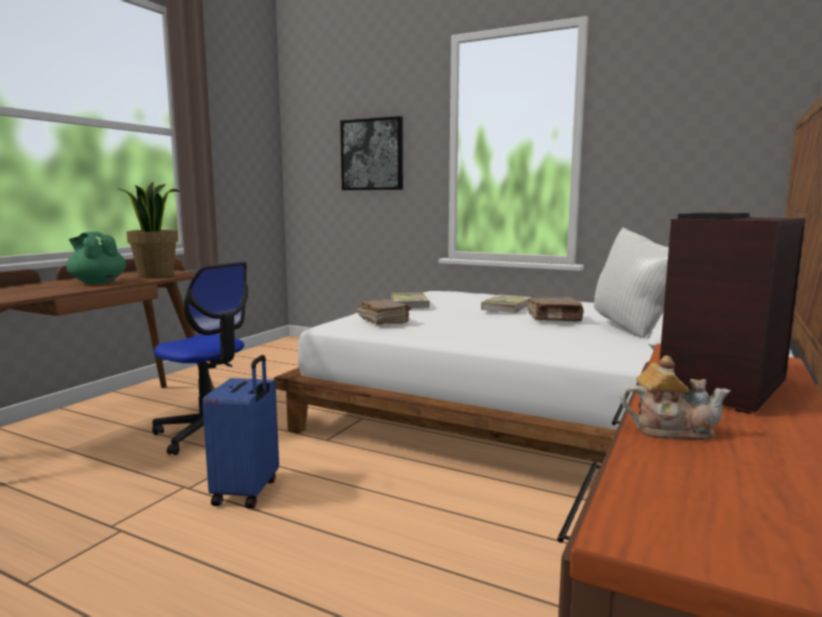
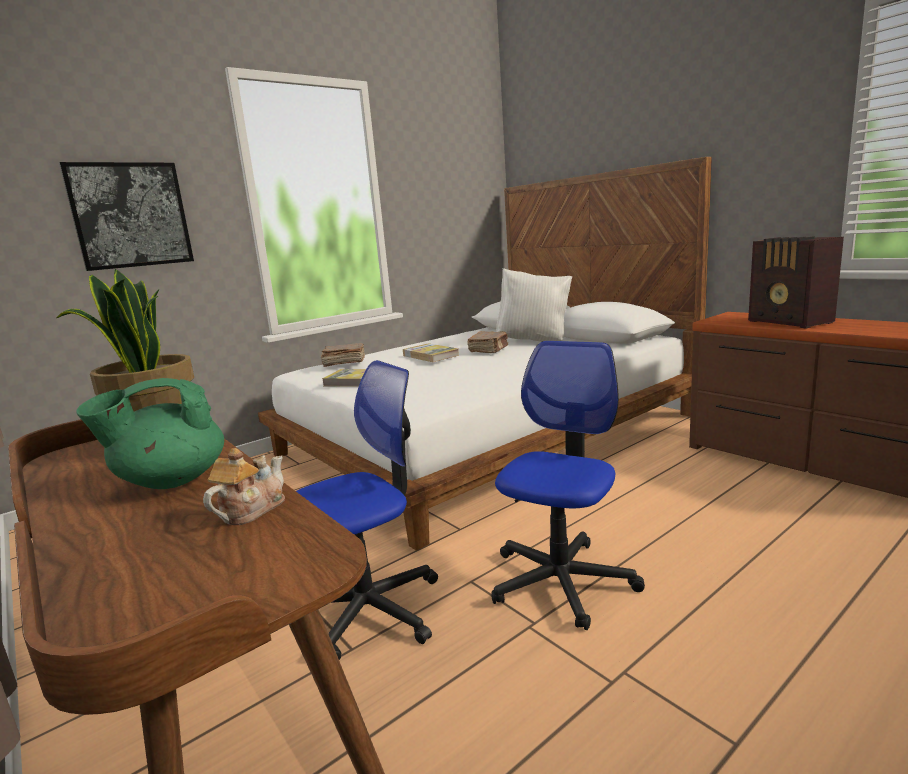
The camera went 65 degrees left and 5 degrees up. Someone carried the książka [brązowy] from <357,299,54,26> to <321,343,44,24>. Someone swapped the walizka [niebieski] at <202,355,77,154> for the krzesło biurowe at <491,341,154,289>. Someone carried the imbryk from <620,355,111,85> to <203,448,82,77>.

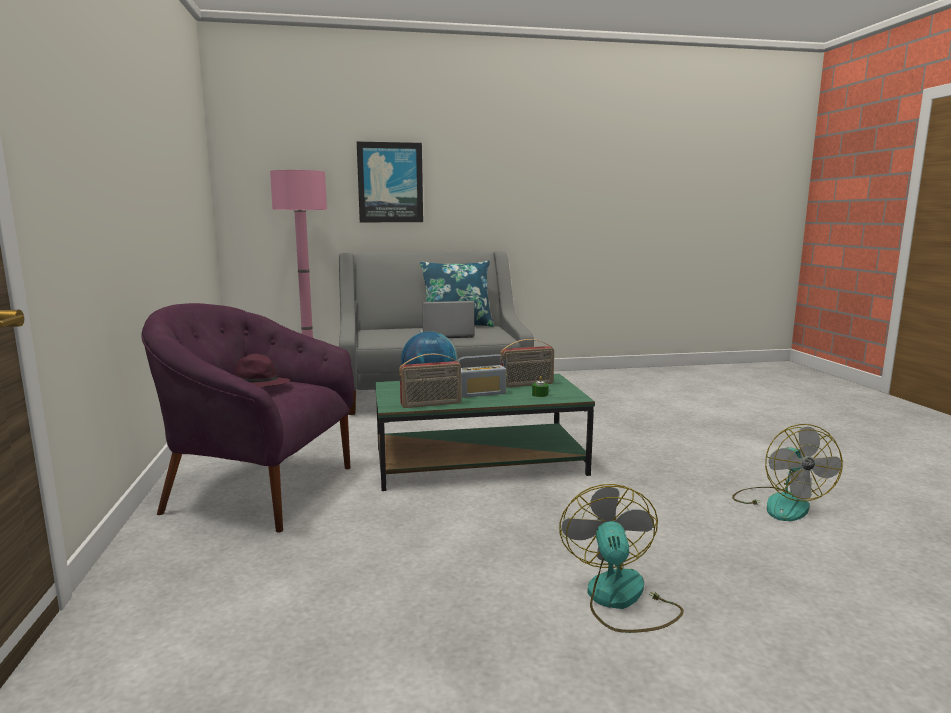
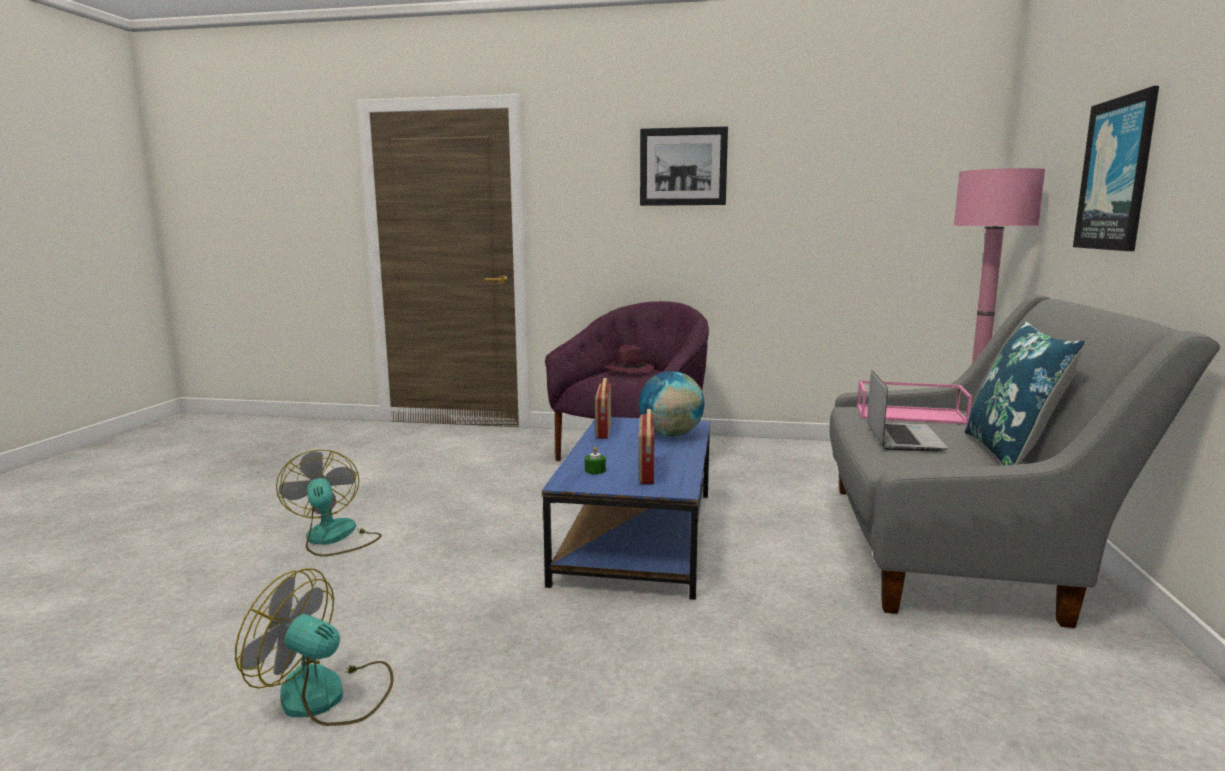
The camera went 110 degrees right and 0 degrees up. Someone took away the radio at <457,354,50,44>. Someone repainted the ława [zielony] at <375,374,220,117>, which became the ława [niebieski] at <542,417,168,183>. Someone rotated the wentylator at <559,484,125,149> by 135 degrees counterclockwise. Someone put up the obraz at <640,126,88,80>. Someone put down the taca [różowy] at <857,381,115,43>.

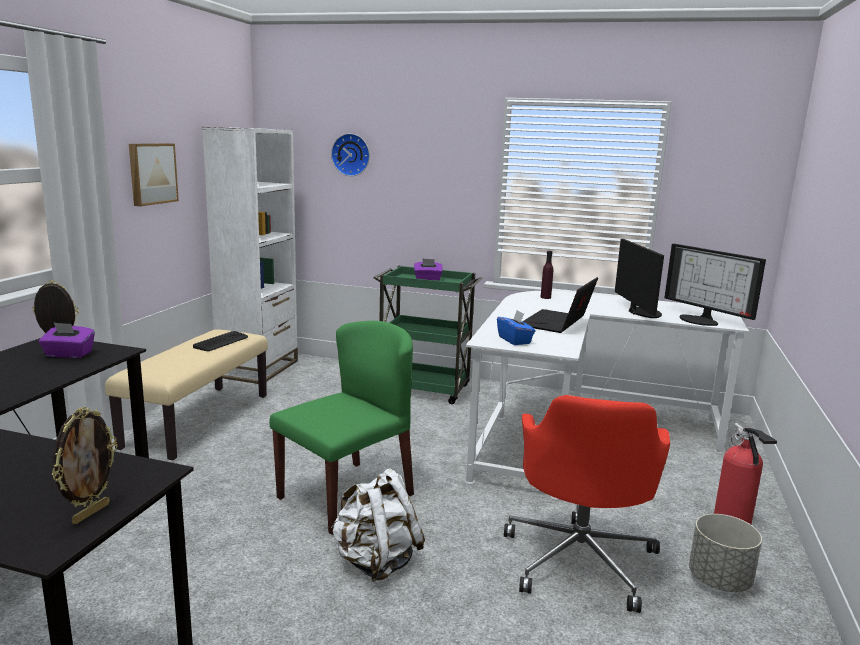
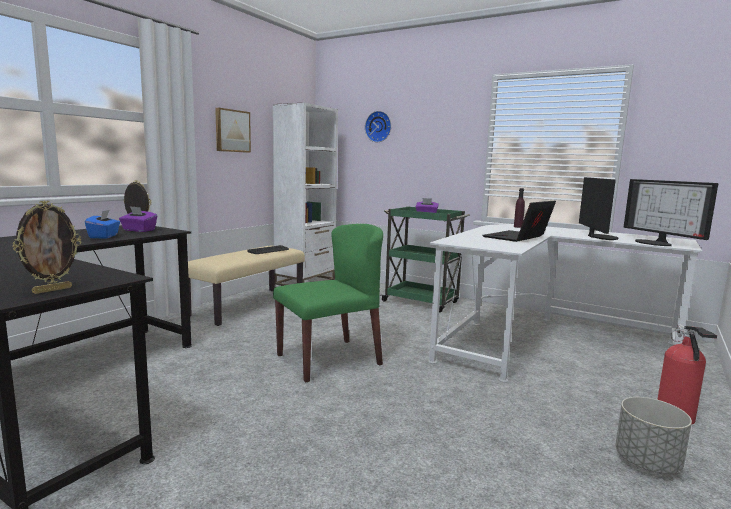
The camera went 15 degrees right and 5 degrees down. Someone carried the pudełko chusteczek [niebieski] from <497,310,38,35> to <85,210,35,28>. Someone took away the krzesło biurowe [czerwony] at <504,395,166,218>. Someone took away the plecak [biały] at <331,468,94,114>.

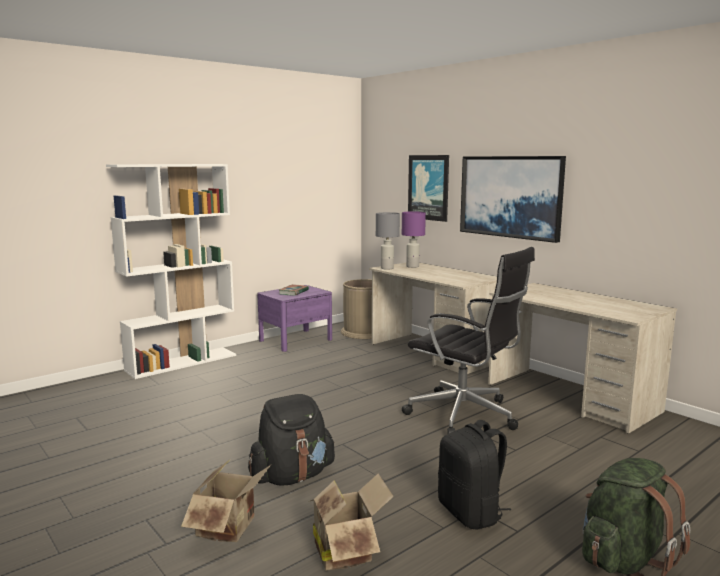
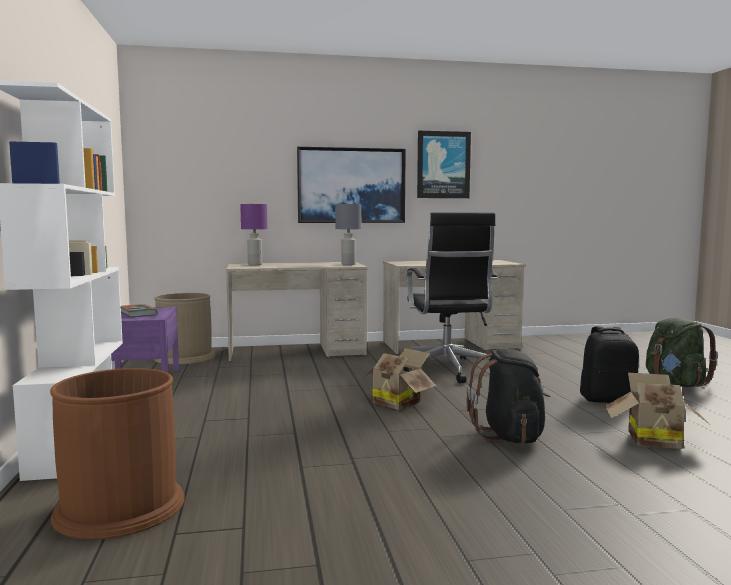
The camera went 60 degrees left and 5 degrees down. Someone carried the obraz from <408,155,41,67> to <417,131,54,67>. Someone carried the lampa stołowa [szary] from <376,212,24,57> to <335,204,26,61>. Someone rotated the krzesło biurowe [czarny] at <402,247,133,187> by 105 degrees clockwise. Someone carried the karton from <181,460,90,82> to <358,348,78,62>. Someone put down the kosz na śmieci [brązowy] at <50,368,135,172>.

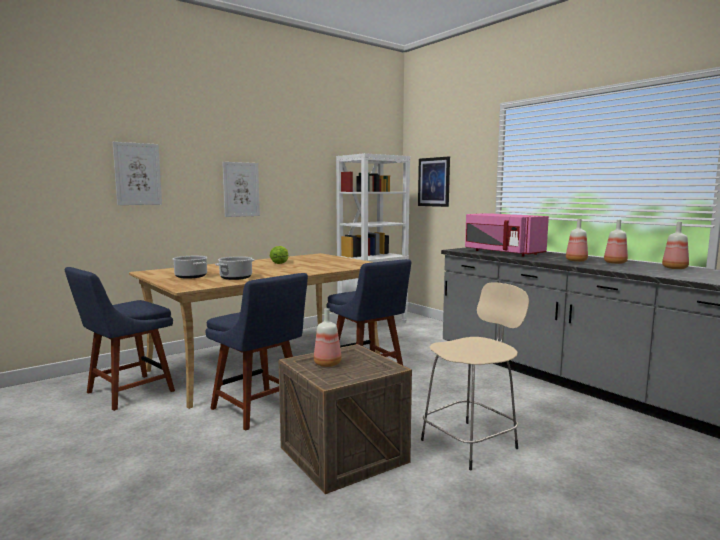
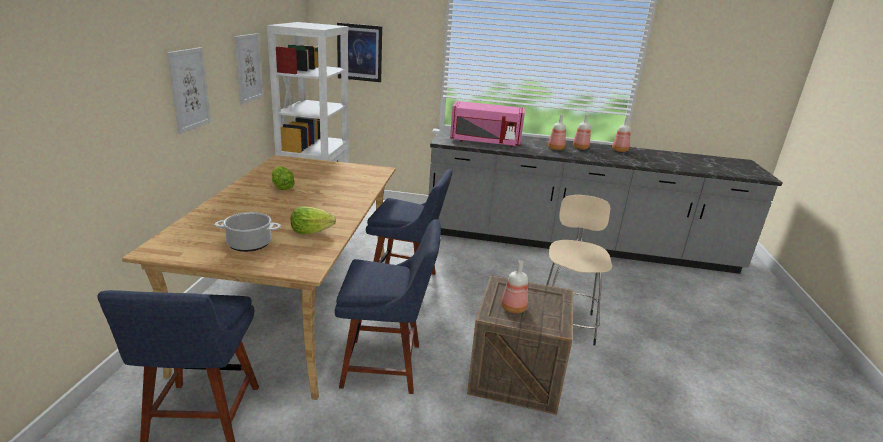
The camera went 45 degrees left and 15 degrees up. Someone carried the obraz from <113,142,49,63> to <234,33,29,72>. Someone swapped the garnek at <215,256,40,24> for the sałata at <291,206,45,28>.

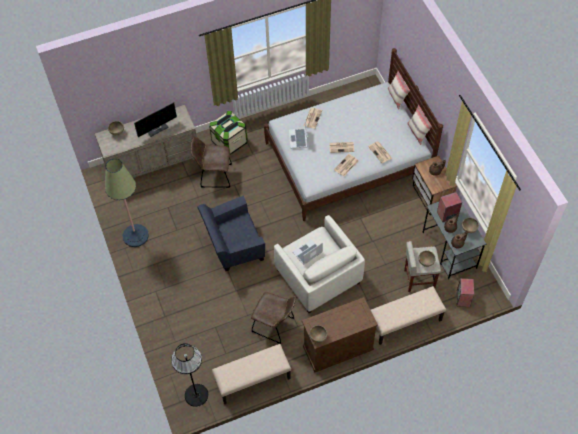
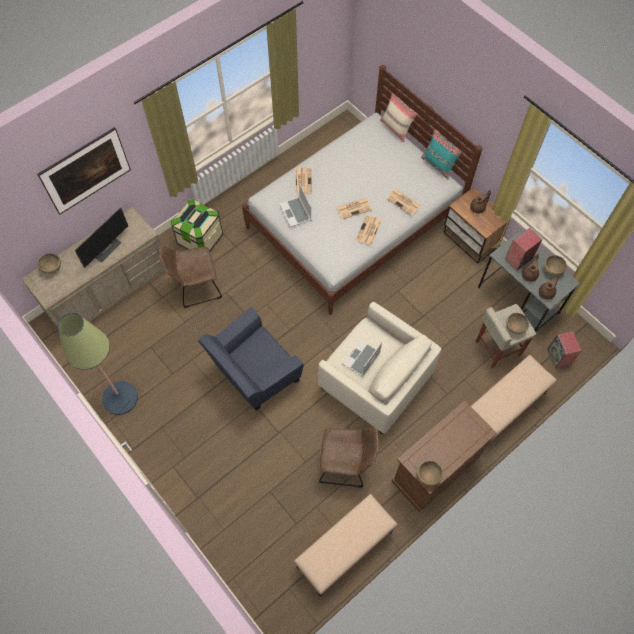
The camera went 20 degrees left and 5 degrees up. Someone repainted the poduszka [beżowy] at <407,104,25,41>, which became the poduszka [turkusowy] at <421,128,42,52>. Someone took away the lampa stojąca [czarny] at <171,343,37,64>. Someone put up the obraz at <37,127,94,88>.

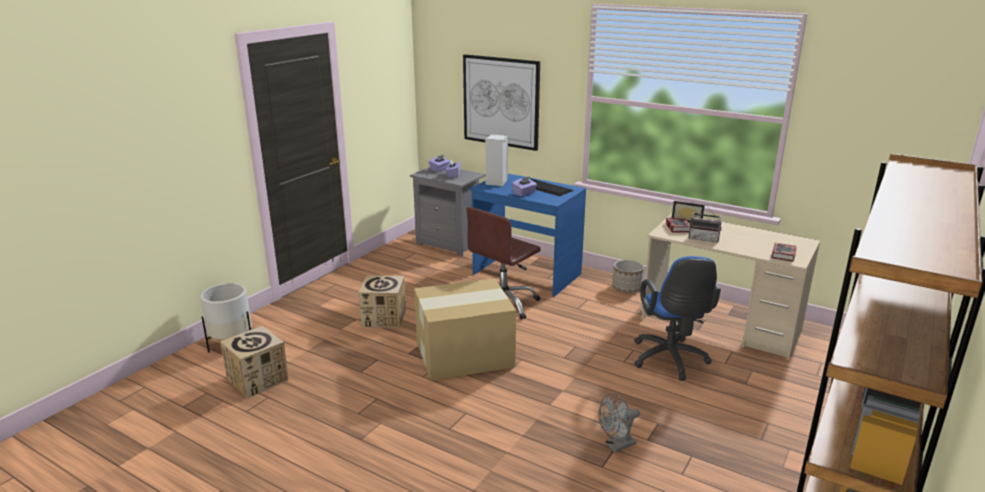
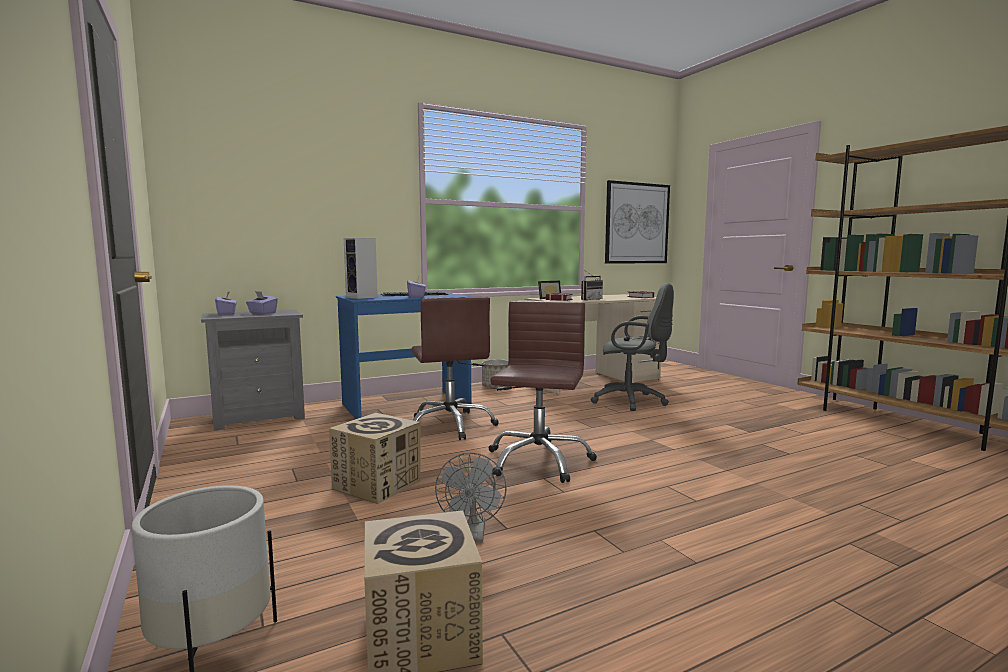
The camera went 60 degrees left and 15 degrees down. Someone carried the obraz from <463,54,77,97> to <605,180,65,84>. Someone repainted the krzesło biurowe [niebieski] at <634,256,87,125>, which became the krzesło biurowe [szary] at <591,283,83,128>. Someone swapped the karton at <414,278,102,103> for the krzesło biurowe [brązowy] at <489,301,108,182>. Someone carried the wentylator [szary] from <598,394,42,59> to <435,452,72,91>.

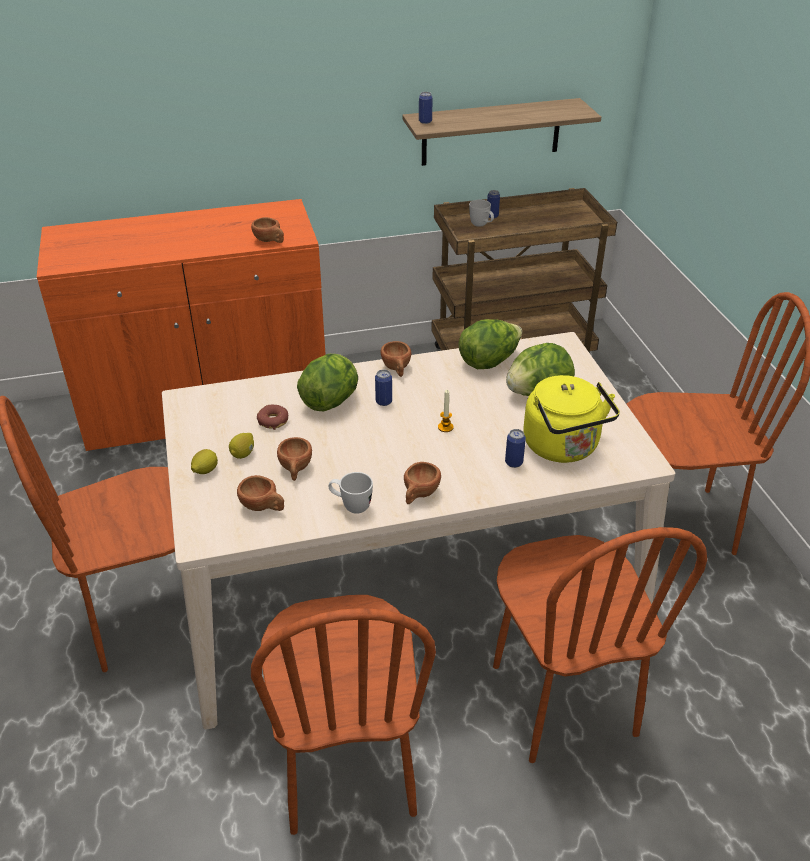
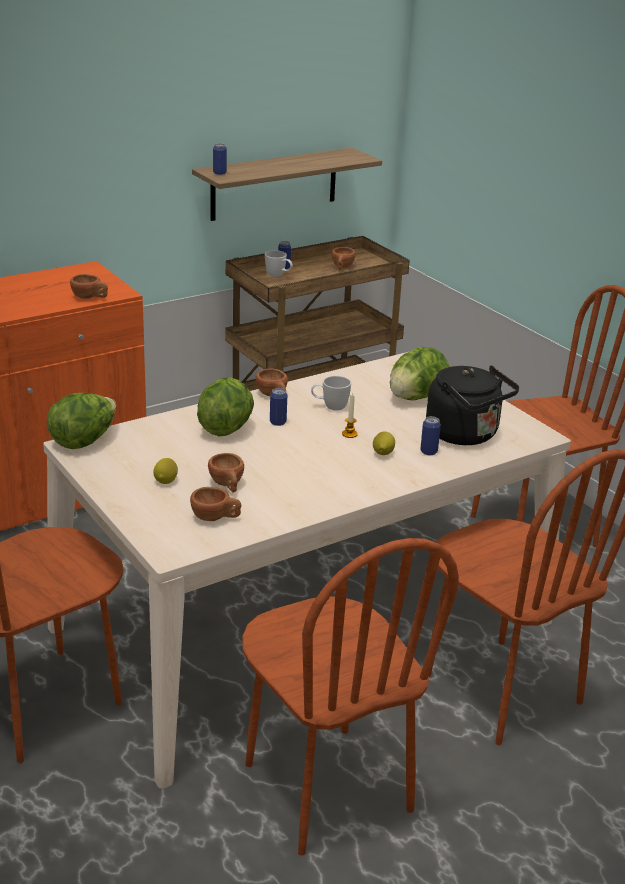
The camera went 20 degrees left and 10 degrees down. Someone carried the sałata from <459,319,63,50> to <47,393,69,56>. Someone repainted the czajnik [żółty] at <523,375,97,88>, which became the czajnik [czarny] at <426,365,93,80>. Someone took away the donut at <257,405,31,25>. Someone carried the cytryna from <191,449,27,25> to <373,432,22,23>. Someone carried the filiżanka [brązowy] from <404,462,37,42> to <332,247,24,23>. Someone carried the kubek [biały] from <328,472,45,42> to <311,376,40,34>.

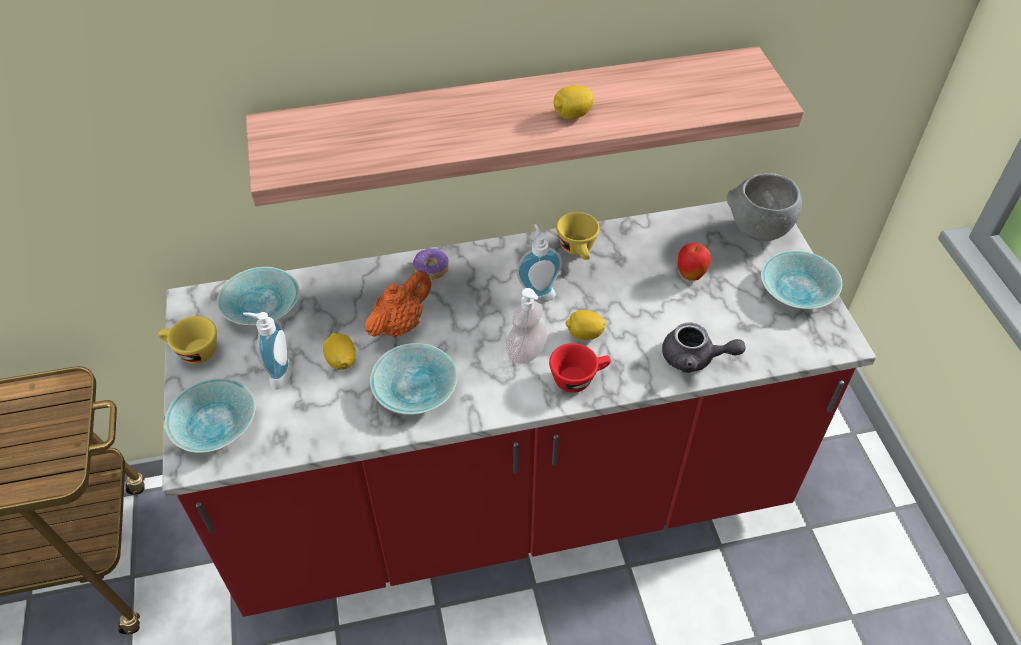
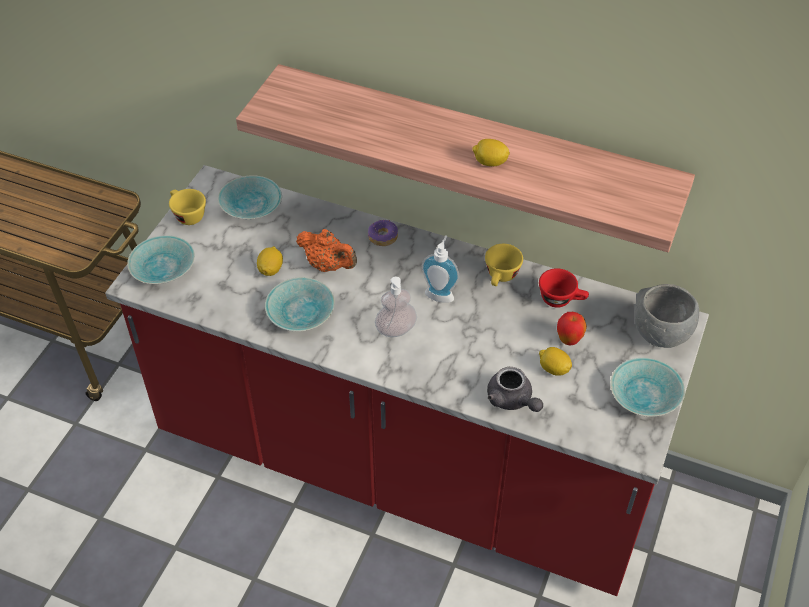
The camera went 35 degrees right and 0 degrees up. Someone rotated the imbryk [pomarańczowy] at <365,270,66,67> by 45 degrees clockwise. Someone carried the cytryna from <565,310,41,30> to <539,347,33,29>. Someone took away the dozownik mydła at <243,312,49,78>. Someone carried the filiżanka [czerwony] from <549,343,62,50> to <539,268,50,40>.

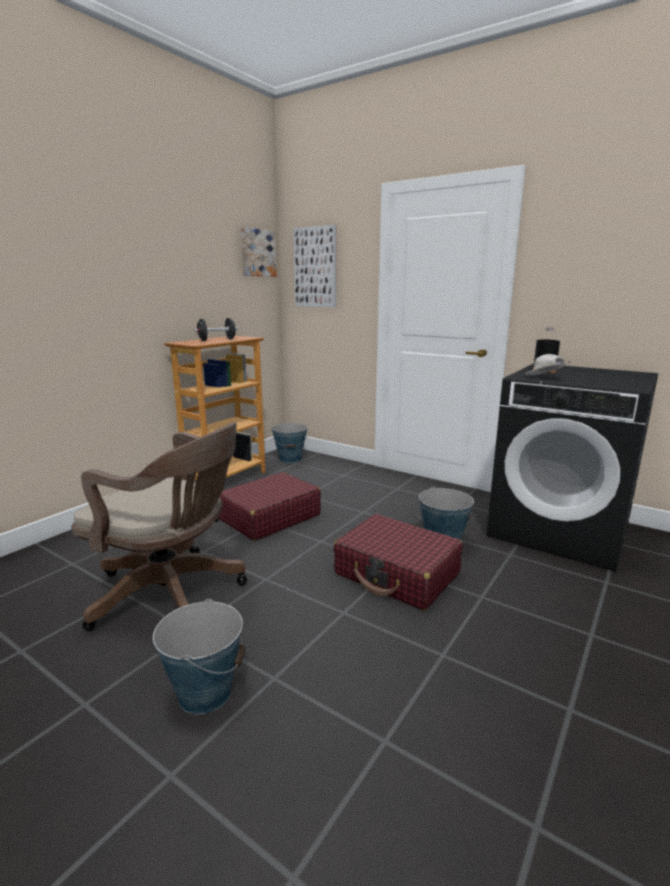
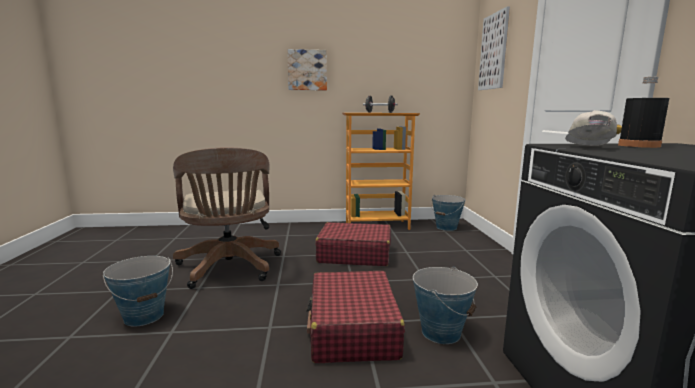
The camera went 50 degrees right and 5 degrees down. Someone carried the obraz from <241,227,36,50> to <287,49,40,41>.

